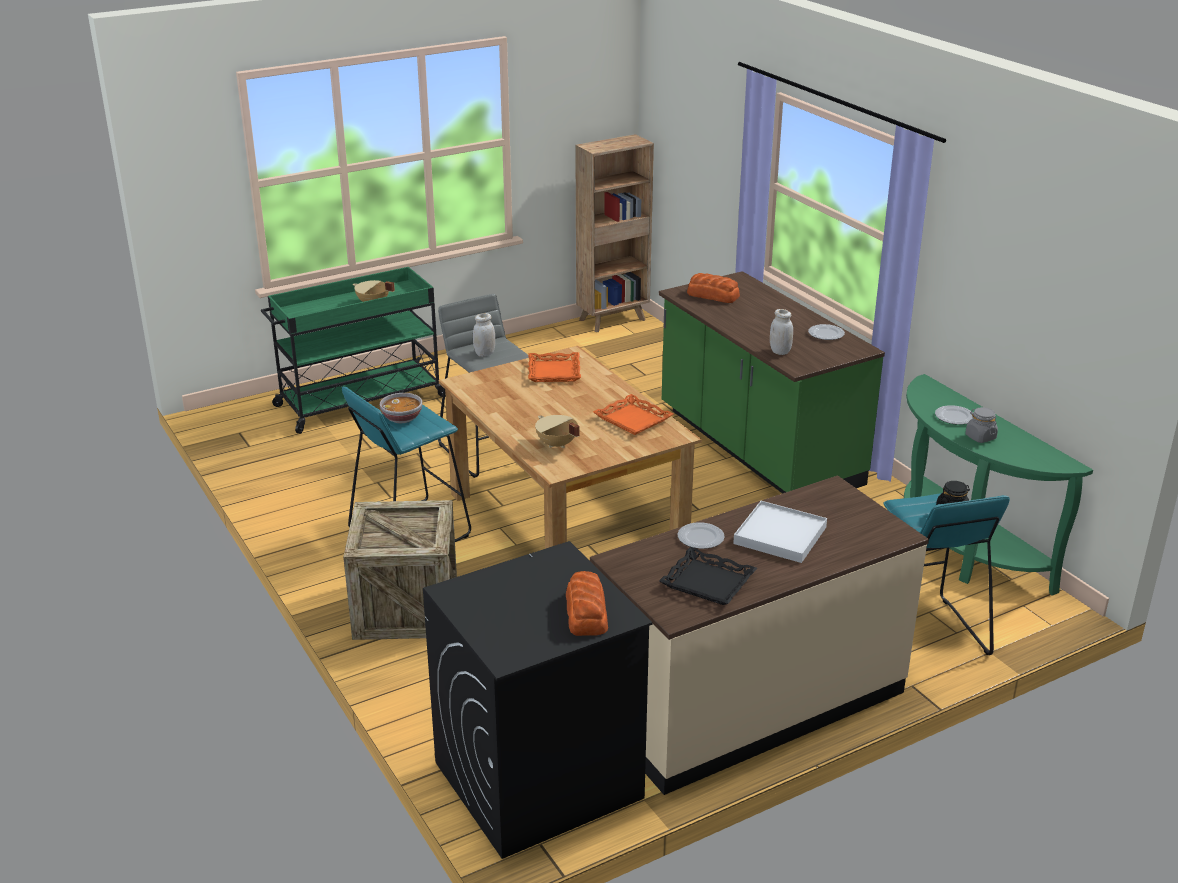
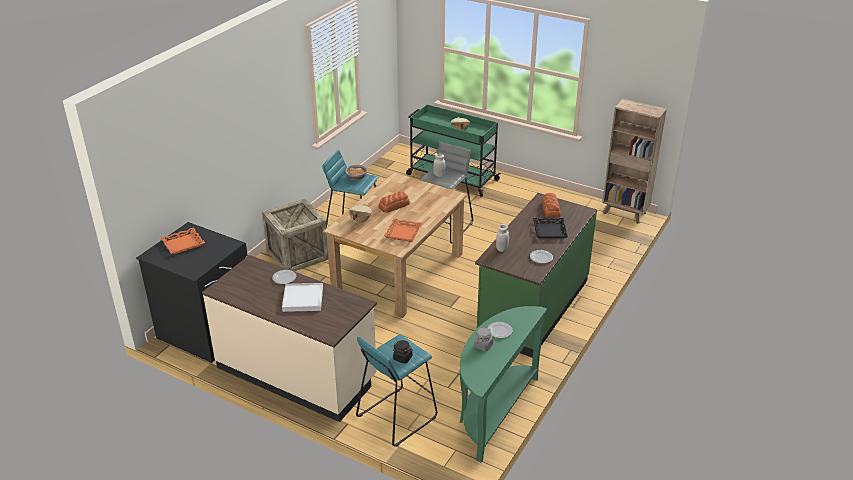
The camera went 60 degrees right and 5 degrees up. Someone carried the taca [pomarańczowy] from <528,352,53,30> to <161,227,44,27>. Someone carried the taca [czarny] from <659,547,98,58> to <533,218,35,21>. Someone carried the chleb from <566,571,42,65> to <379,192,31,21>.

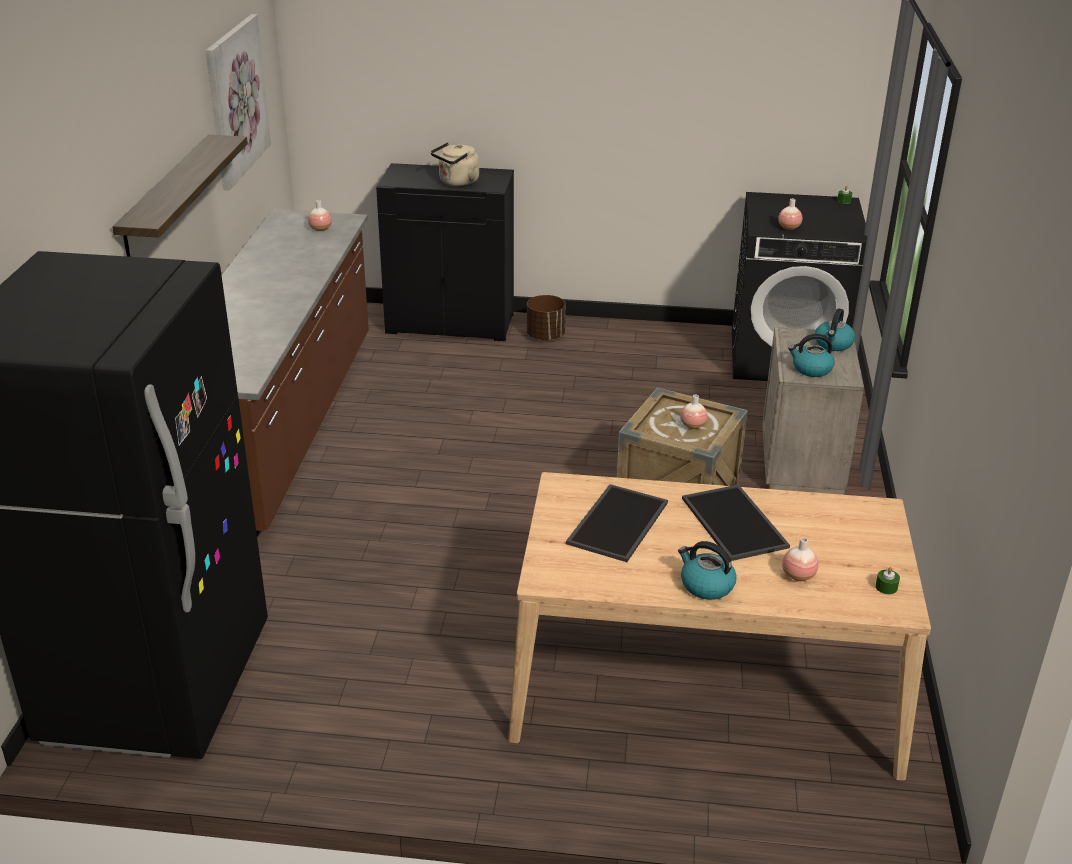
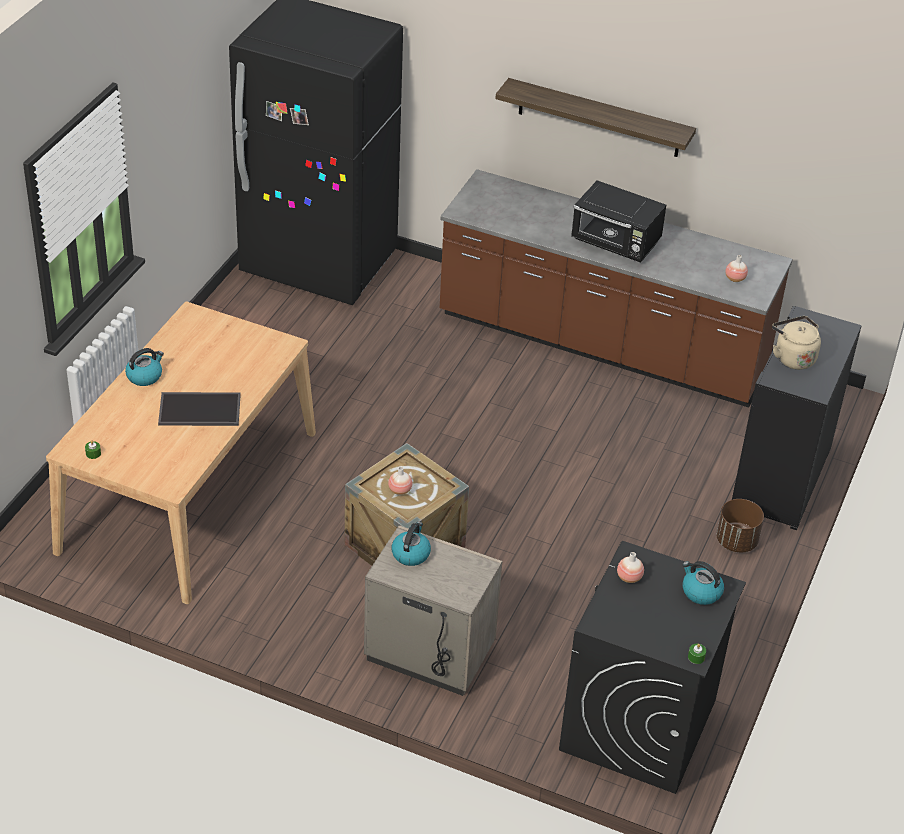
The camera went 105 degrees right and 10 degrees up. Someone took away the obraz at <206,14,65,176>. Someone carried the czajnik from <815,308,40,43> to <682,561,42,44>. Someone took away the taca at <566,484,102,78>. Someone took away the wazon at <782,537,36,44>. Someone put down the mikrofalówka [czarny] at <571,180,95,83>.

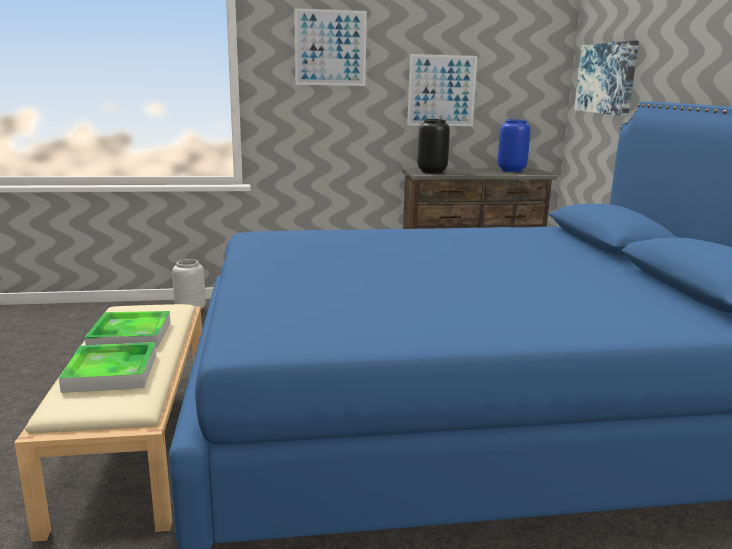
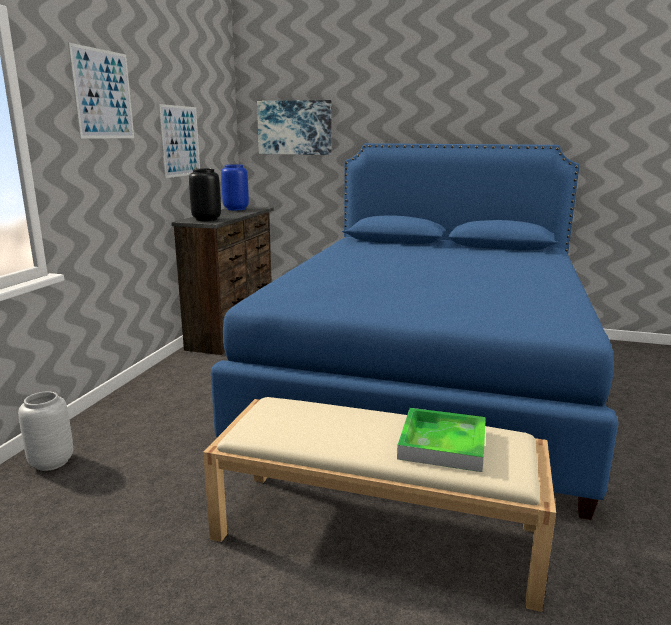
The camera went 65 degrees left and 0 degrees up. Someone took away the taca at <85,311,86,37>.

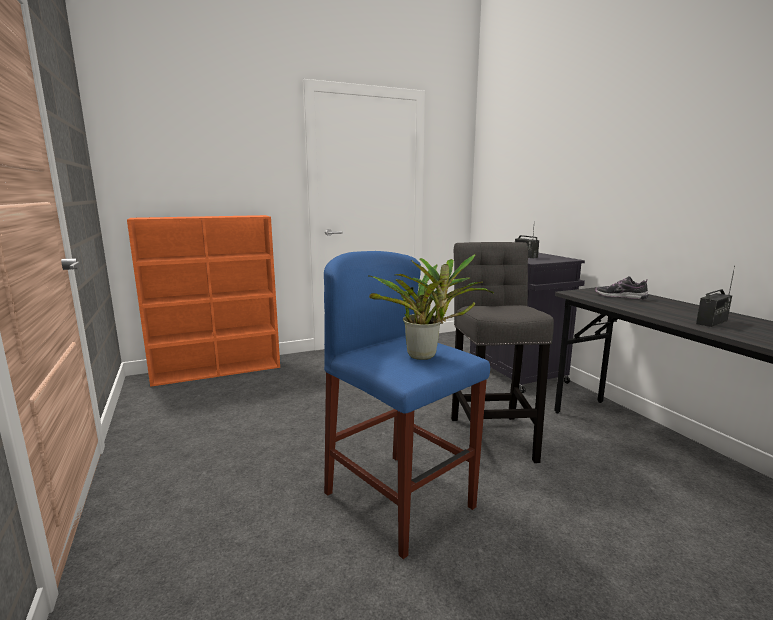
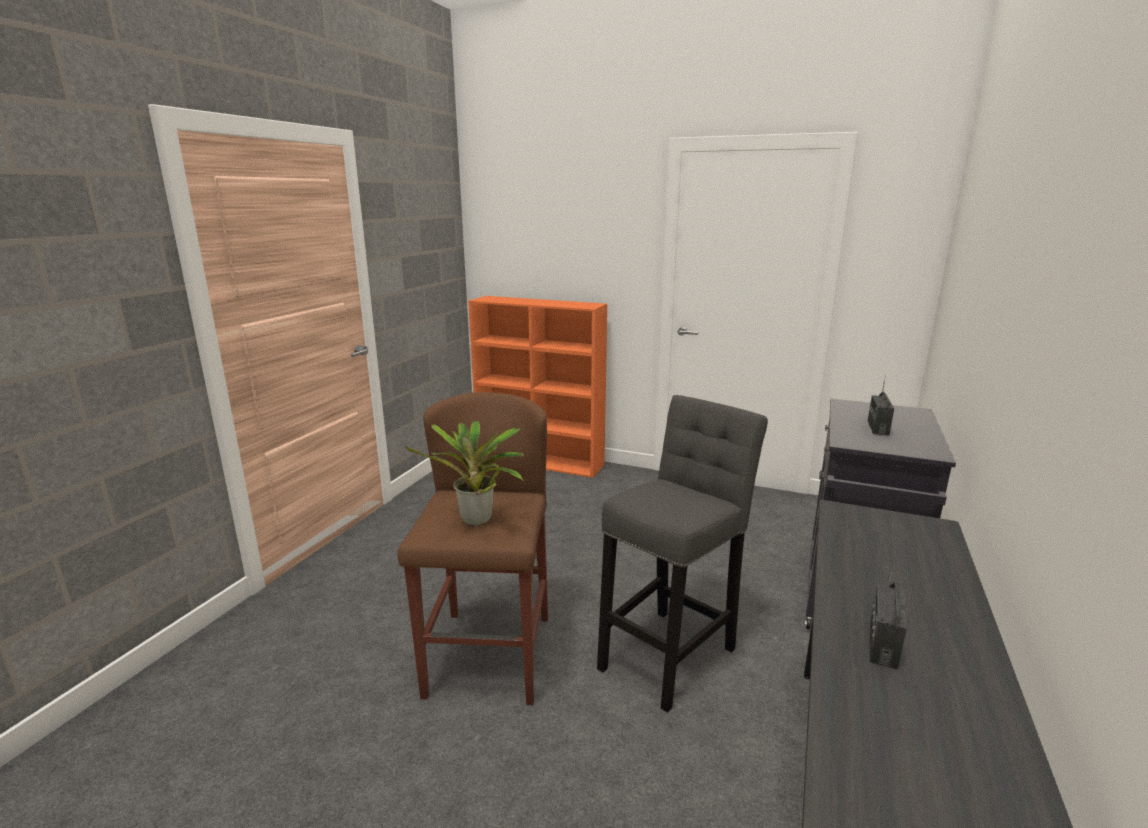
The camera went 45 degrees right and 5 degrees up. Someone repainted the stołek [niebieski] at <324,251,166,308>, which became the stołek [brązowy] at <397,392,151,313>. Someone rotated the radio at <696,266,39,61> by 105 degrees clockwise. Someone took away the but at <595,276,53,24>.

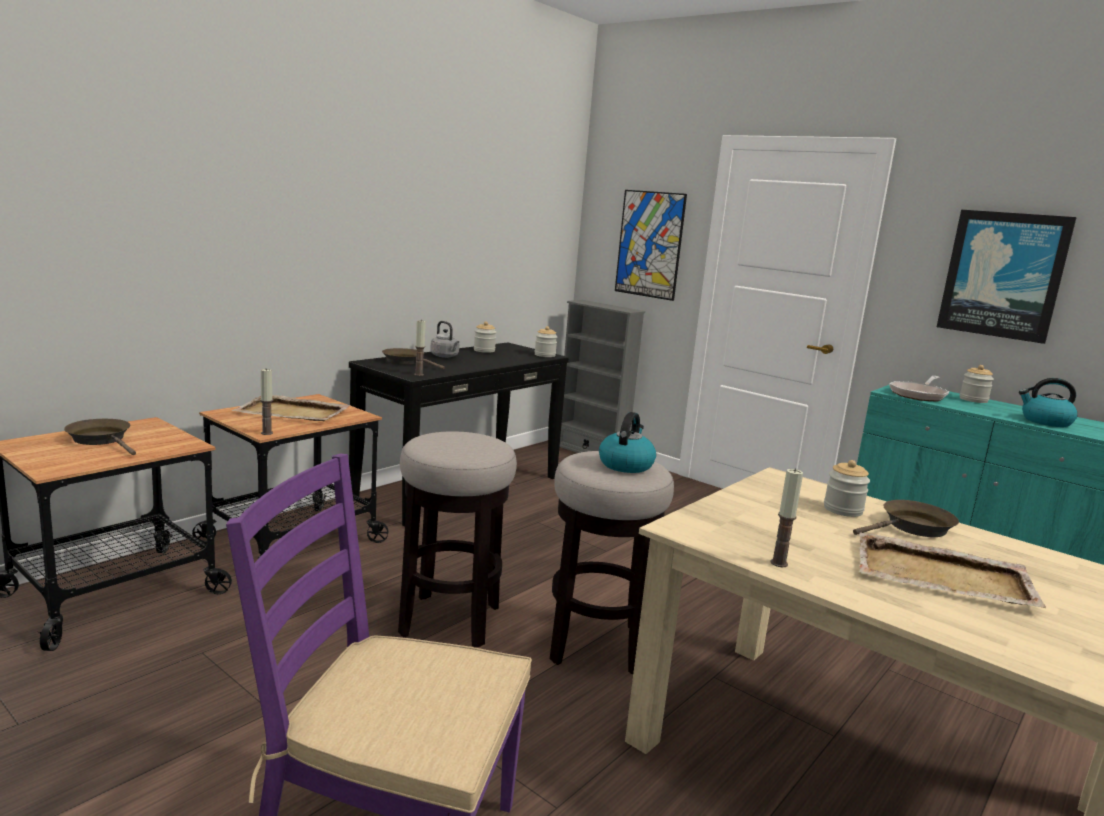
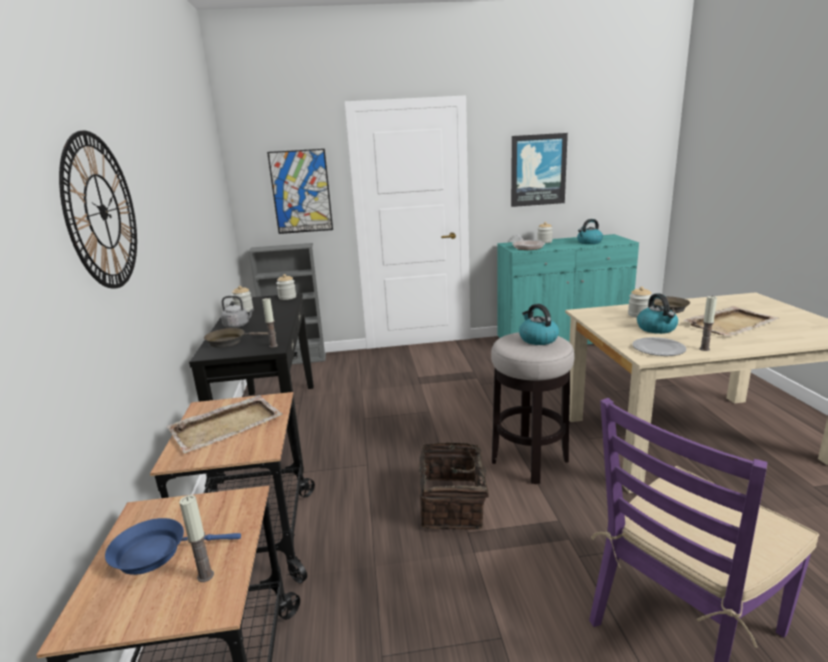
The camera went 45 degrees left and 5 degrees up. Someone carried the świeca from <260,369,13,66> to <179,495,35,87>. Someone repainted the patelnia [brązowy] at <64,419,72,36>, which became the patelnia [niebieski] at <105,518,136,57>. Someone swapped the stołek at <398,431,119,217> for the koszyk at <418,442,78,88>. Someone put up the zegar ścienny at <59,131,78,158>. Someone put down the czajnik at <637,293,41,41>. Someone put down the talerz at <632,337,54,19>.

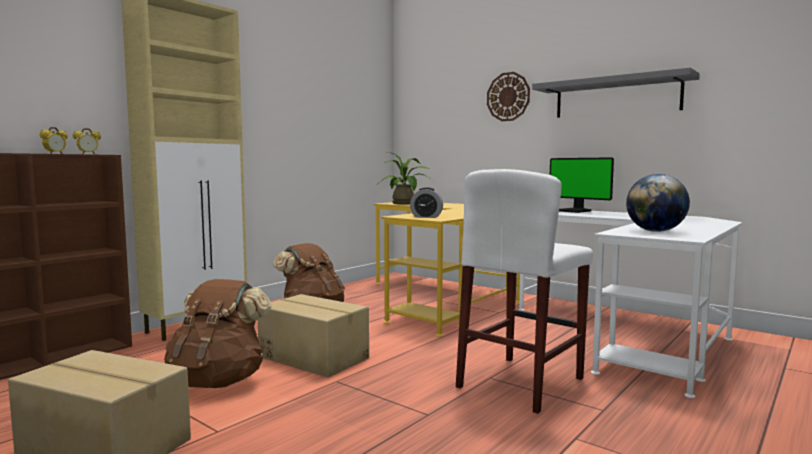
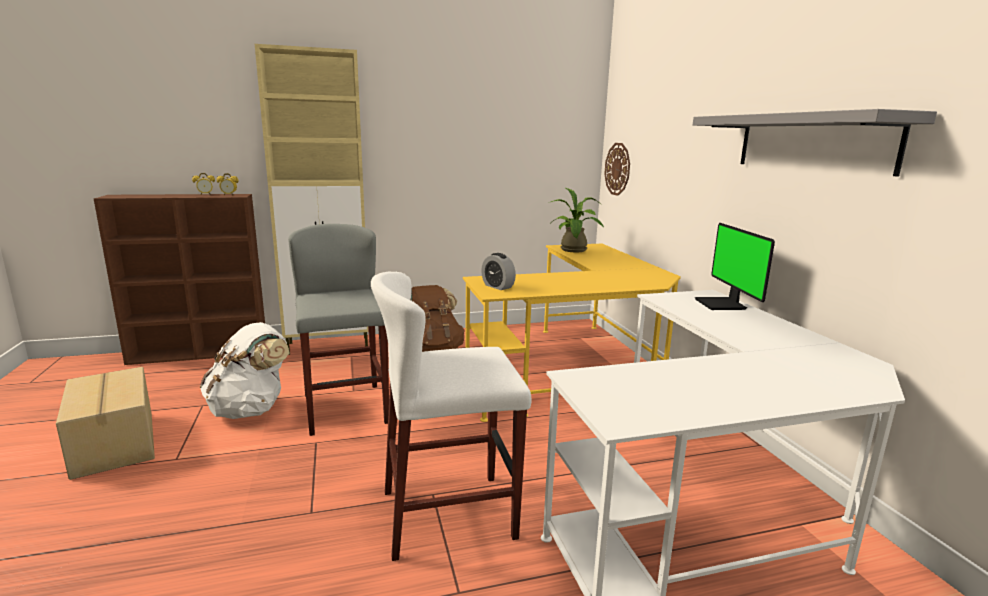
The camera went 35 degrees right and 10 degrees up. Someone carried the zegar ścienny from <487,72,43,49> to <604,143,26,53>. Someone took away the globus at <626,174,64,58>. Someone repainted the plecak [brązowy] at <164,279,108,109>, which became the plecak [biały] at <200,322,89,97>. Someone swapped the karton at <258,294,111,83> for the stołek [szary] at <288,224,101,212>.

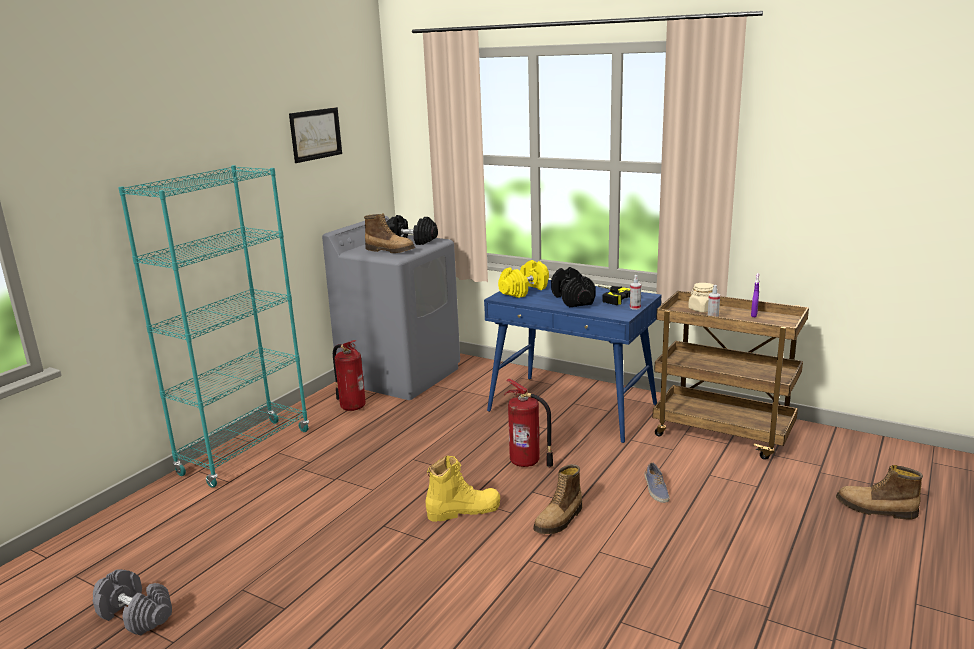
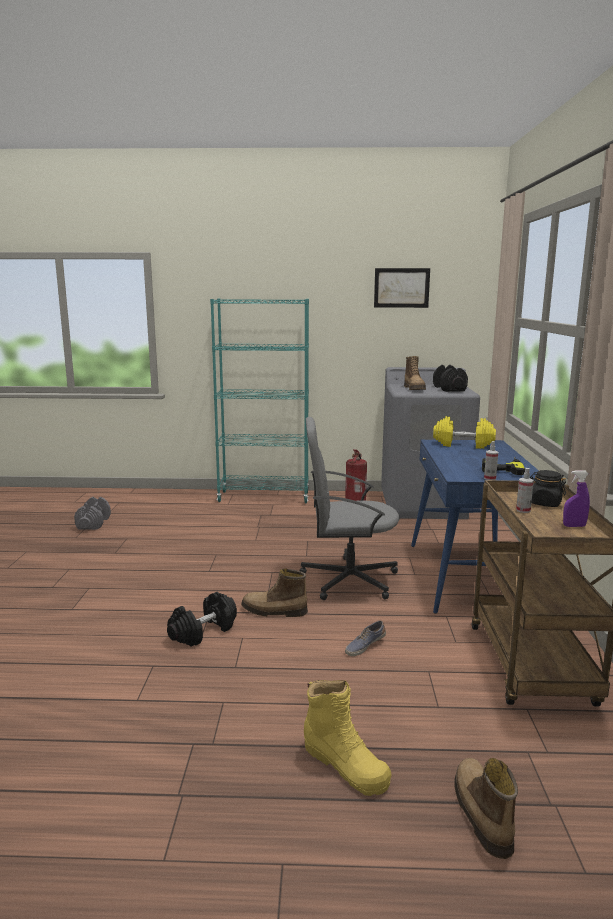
The camera went 60 degrees right and 5 degrees down. Someone carried the hantel [czarny] from <551,267,45,40> to <167,592,70,54>. Someone repainted the słoik [beżowy] at <688,283,26,29>, which became the słoik [czarny] at <530,470,36,37>. Someone swapped the gaśnica at <504,378,49,89> for the krzesło biurowe [szary] at <299,417,101,183>. Someone carried the but z cholewką [żółty] from <426,456,74,66> to <304,680,87,116>.

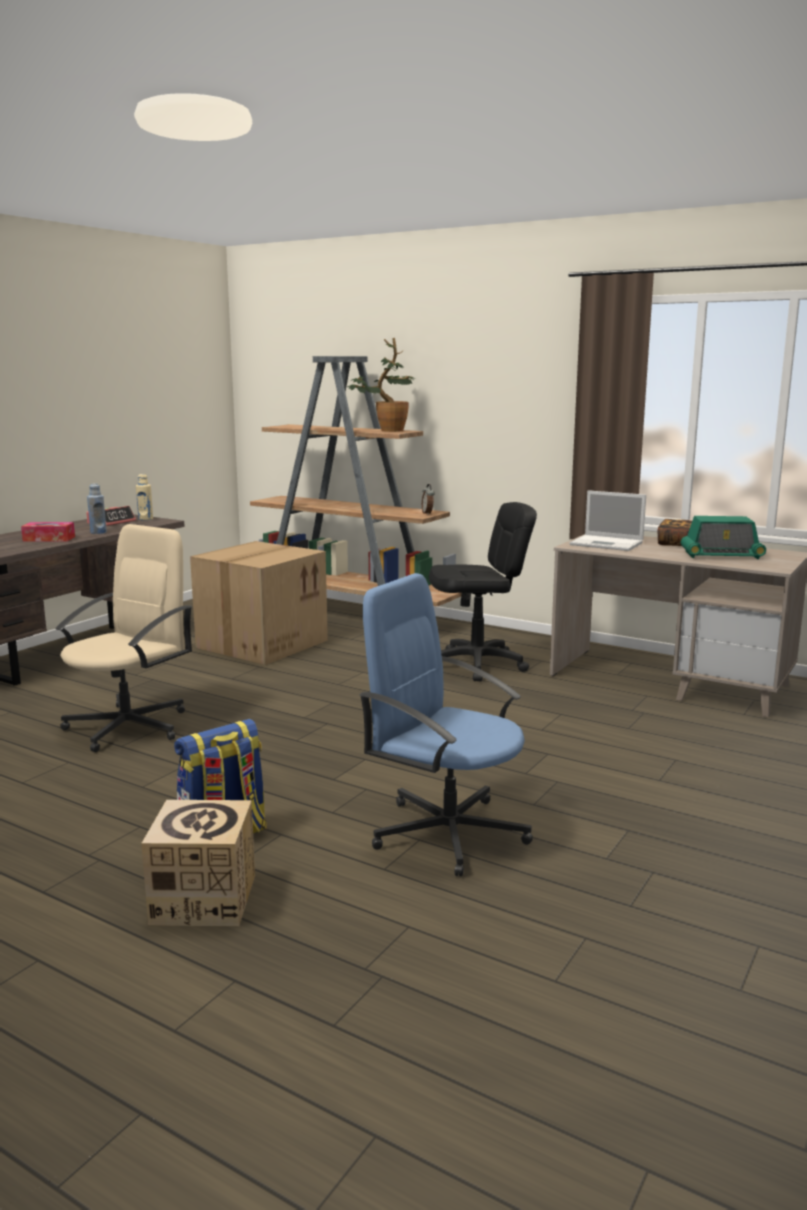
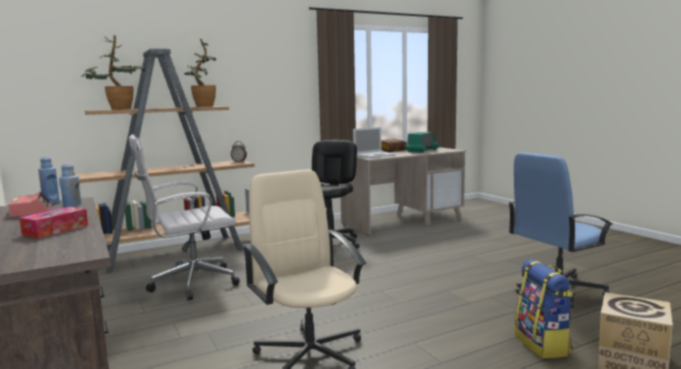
The camera went 60 degrees left and 5 degrees down. Someone repainted the butelka [beżowy] at <136,474,17,46>, which became the butelka [niebieski] at <38,157,22,48>. Someone swapped the karton at <190,541,138,124> for the krzesło biurowe [biały] at <129,134,111,167>. Someone put down the roślina doniczkowa at <81,35,64,75>.

